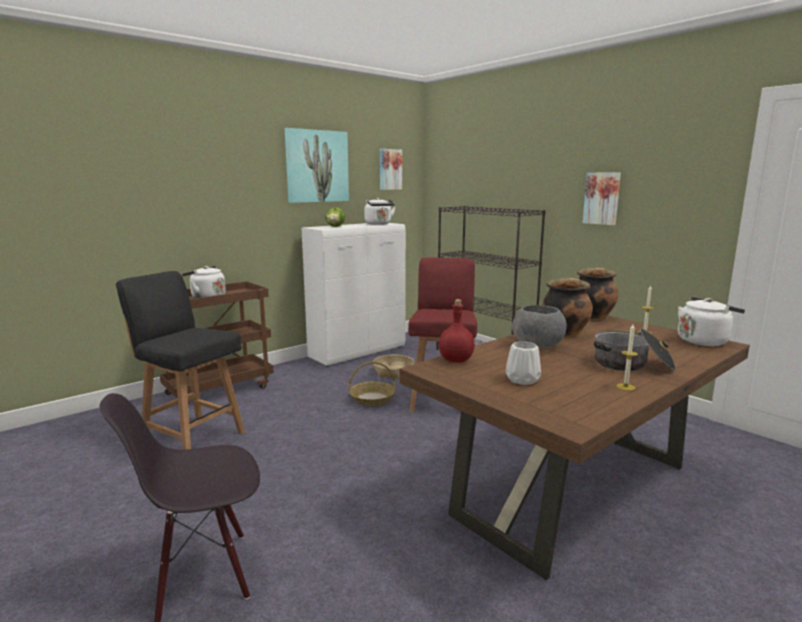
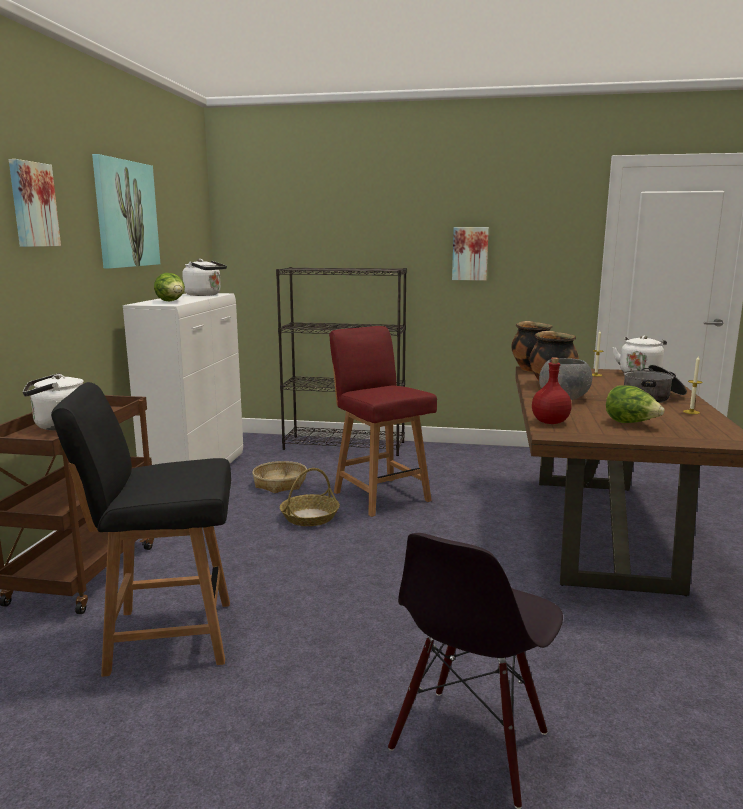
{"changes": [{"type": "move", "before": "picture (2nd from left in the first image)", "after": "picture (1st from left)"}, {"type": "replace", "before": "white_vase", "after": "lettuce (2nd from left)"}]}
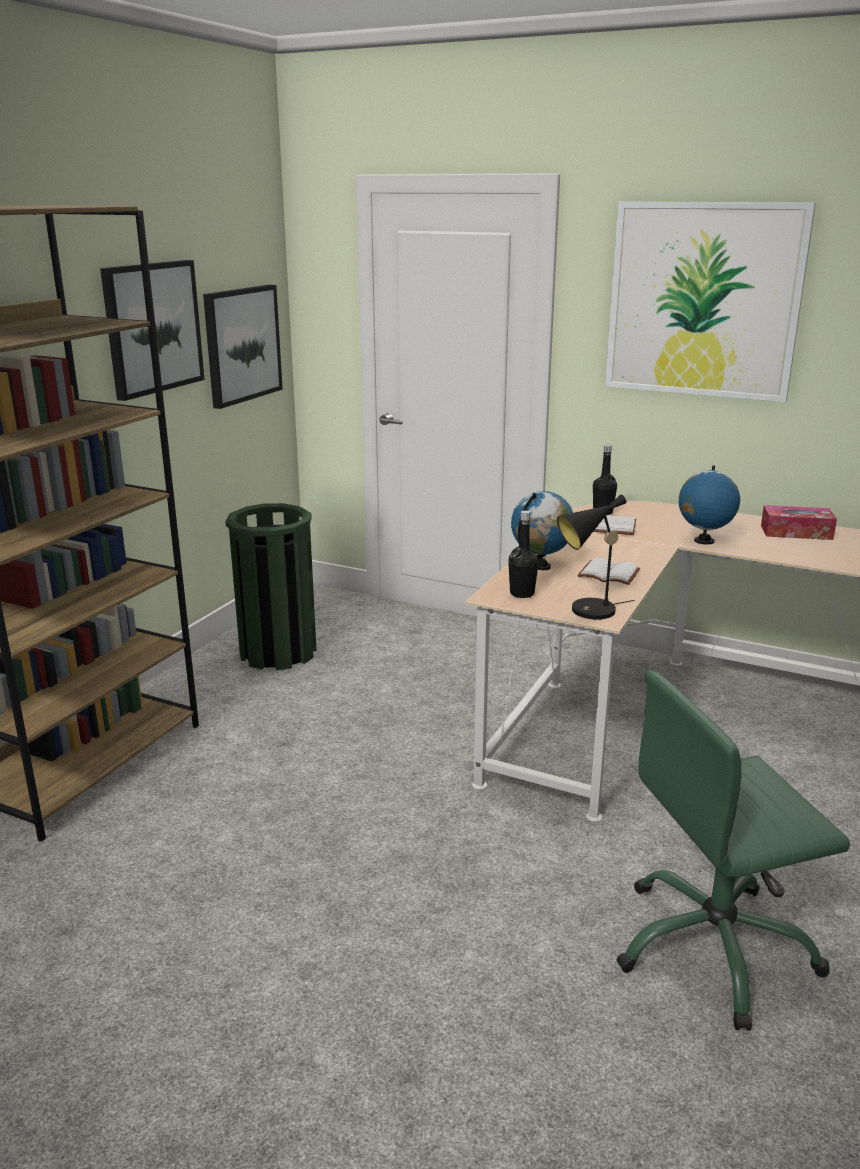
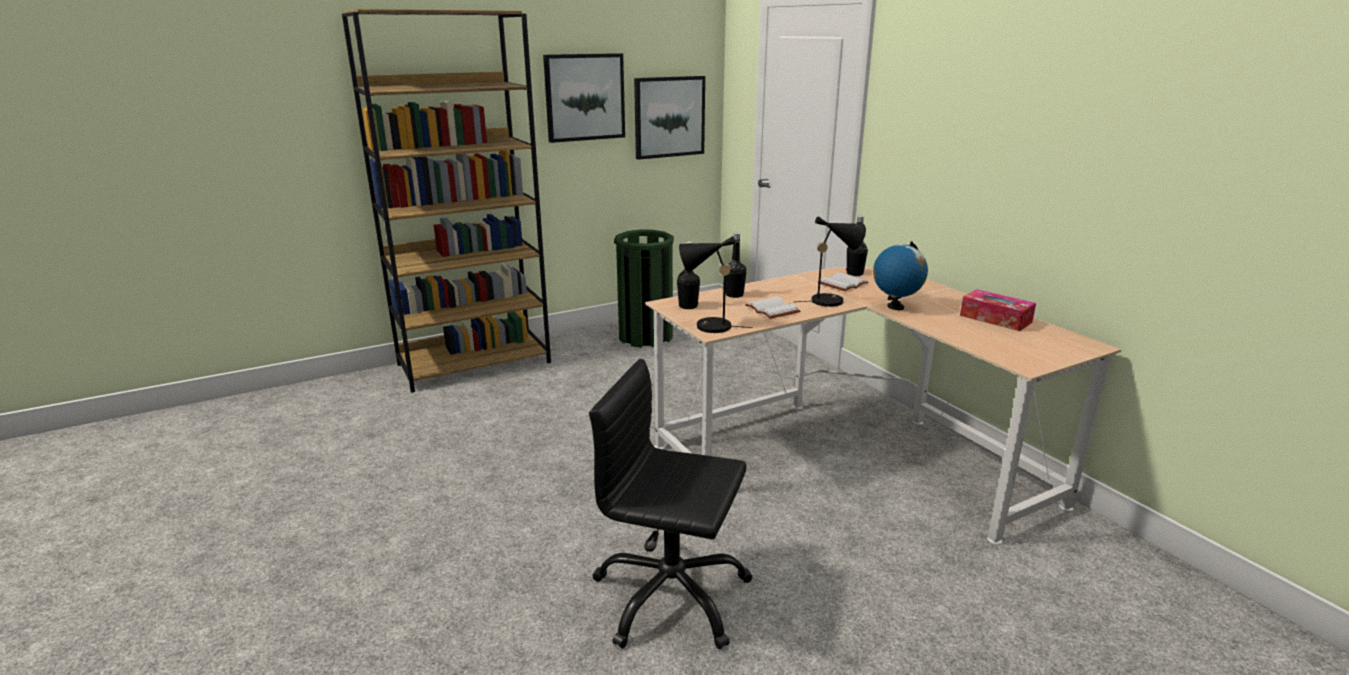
{"changes": [{"type": "replace", "before": "globe (1st from left)", "after": "black_bottle (2nd from left)"}, {"type": "delete", "before": "picture (3rd from left)"}, {"type": "recolor", "before": "green_office_chair", "after": "black_office_chair"}, {"type": "insert", "after": "black_table_lamp (2nd from left)"}]}
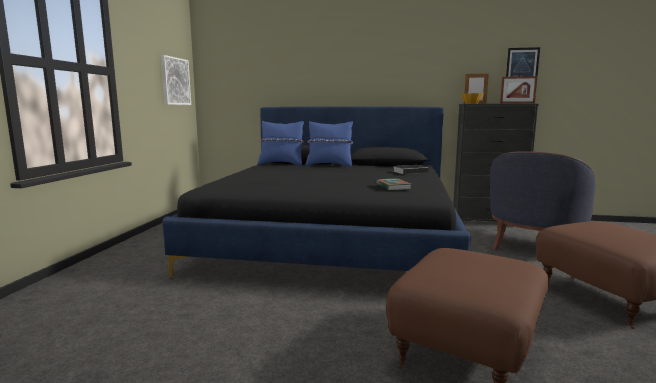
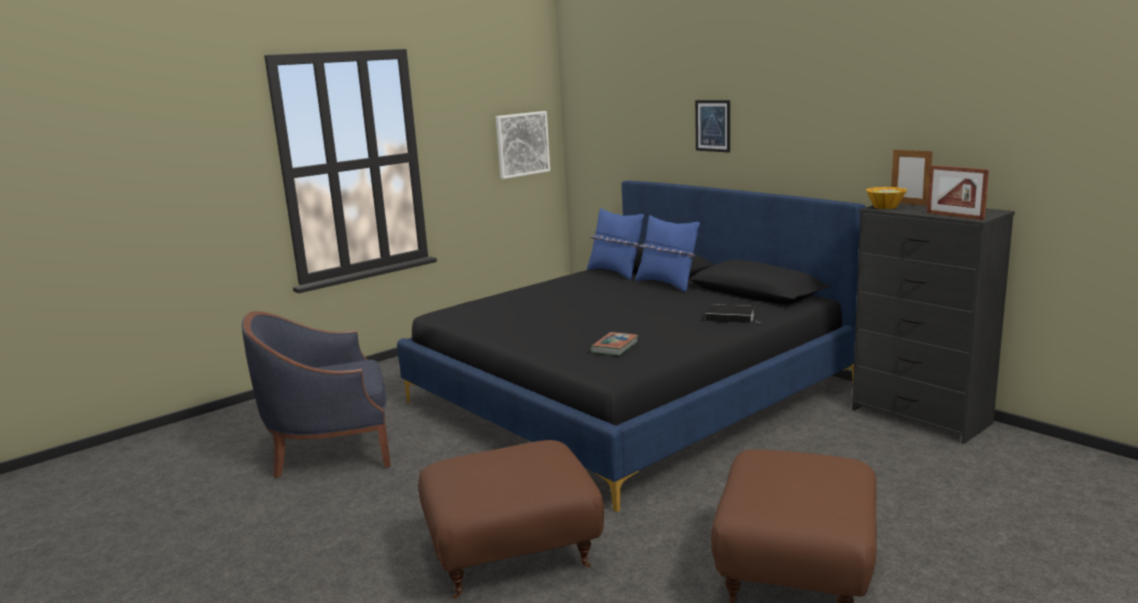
{"changes": [{"type": "move", "before": "blue_armchair"}, {"type": "move", "before": "picture (2nd from left)"}]}
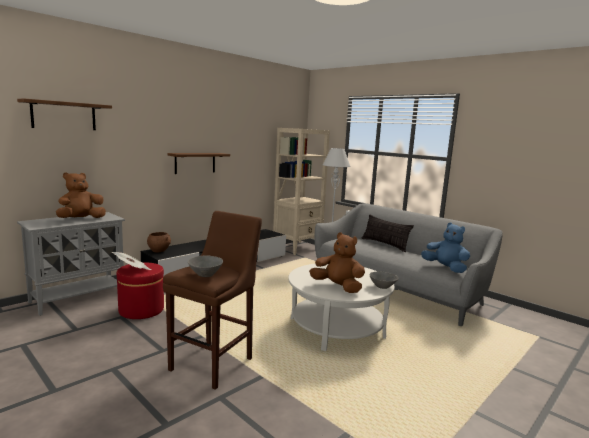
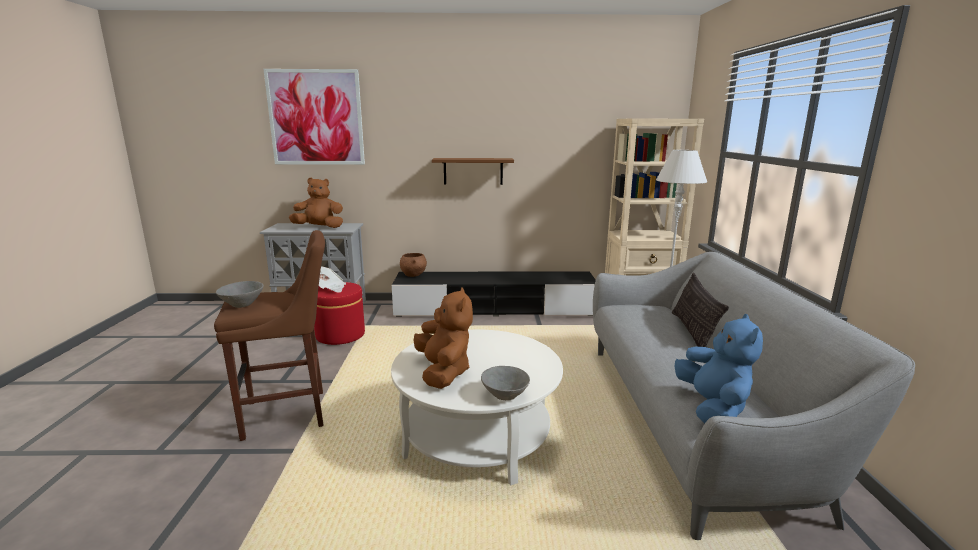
{"changes": [{"type": "replace", "before": "brown_shelf (1st from left)", "after": "picture"}]}
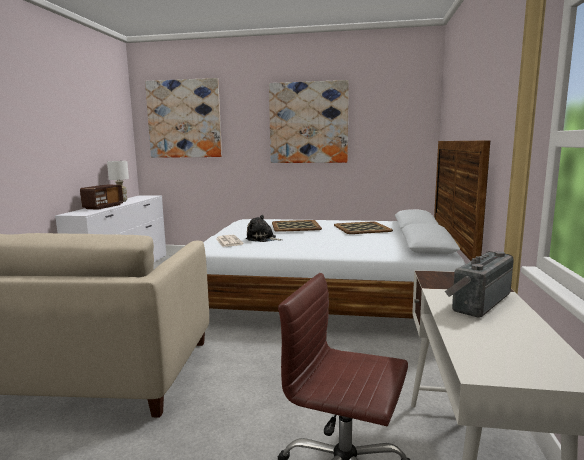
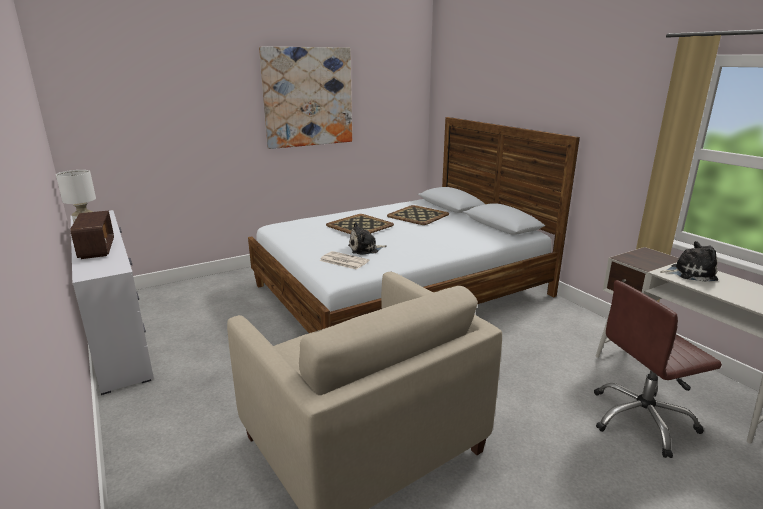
{"changes": [{"type": "delete", "before": "picture (1st from left)"}, {"type": "replace", "before": "radio (2nd from left)", "after": "plush_toy (2nd from left)"}]}
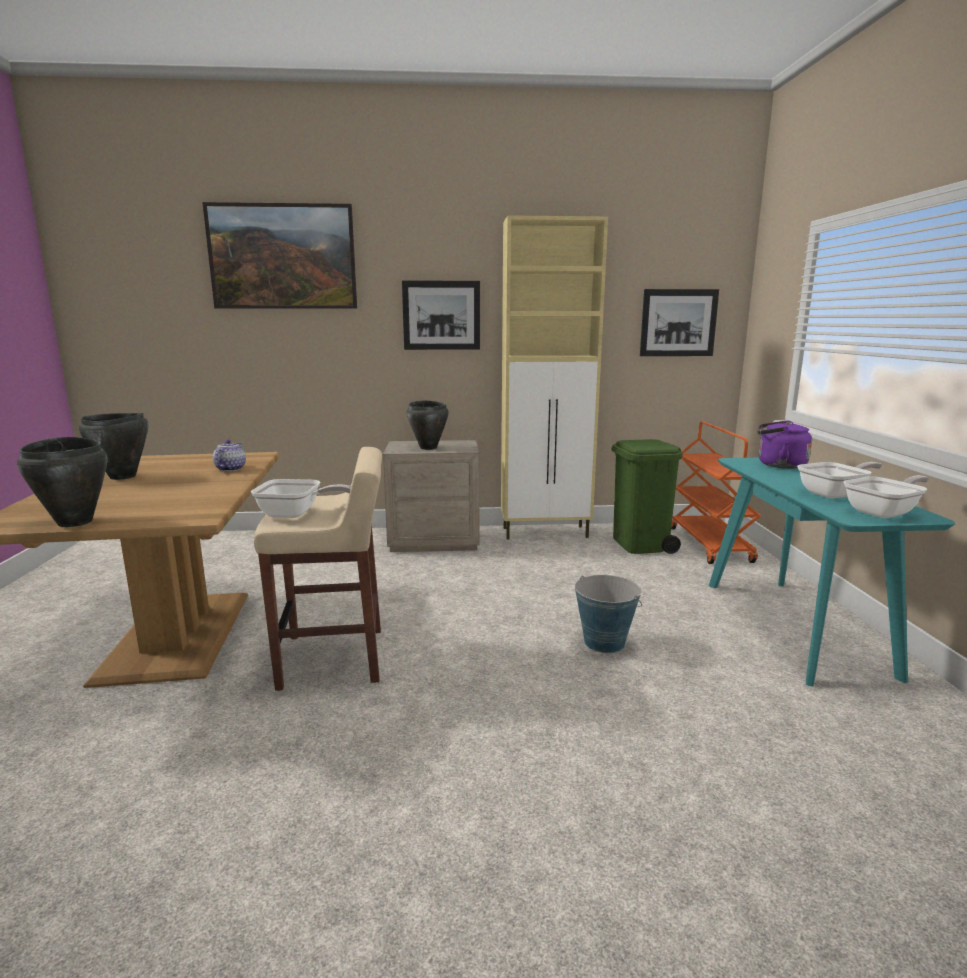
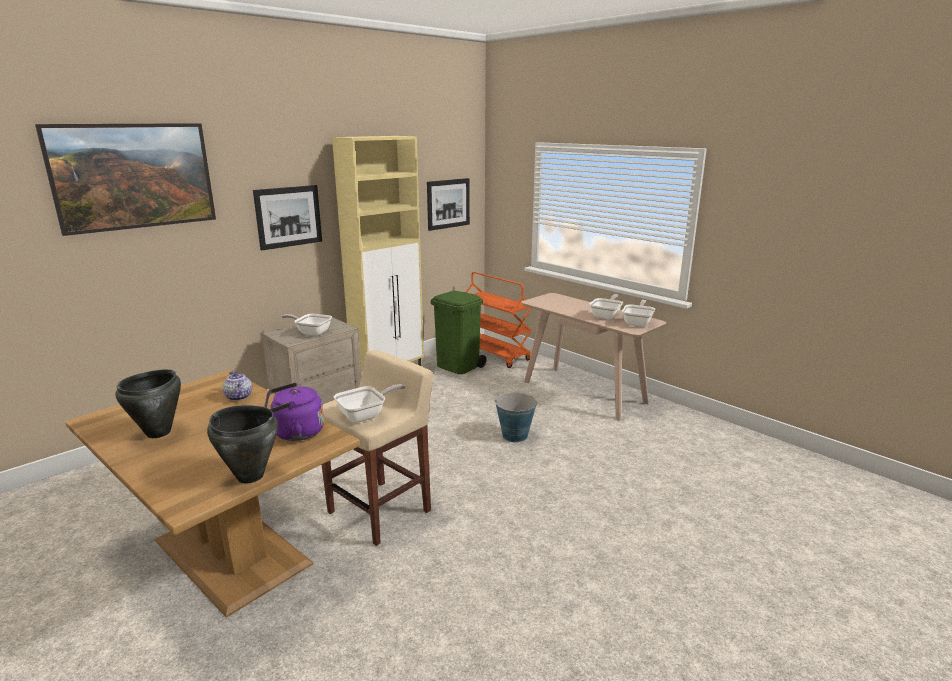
{"changes": [{"type": "replace", "before": "black_cooking_pot (3rd from left)", "after": "frying_pan (1st from left)"}, {"type": "recolor", "before": "turquoise_console_table", "after": "beige_console_table"}, {"type": "move", "before": "purple_kettle"}]}
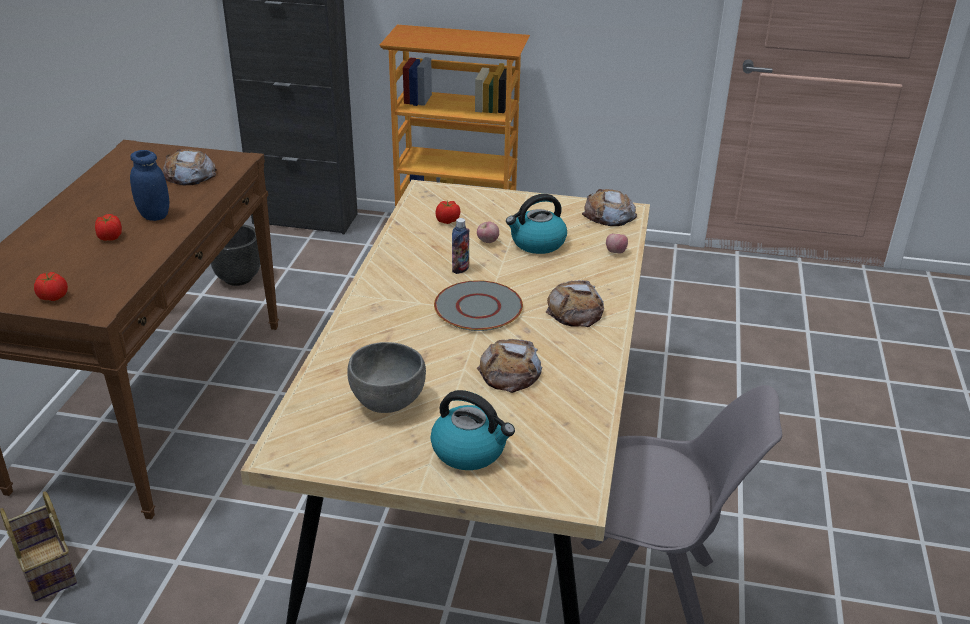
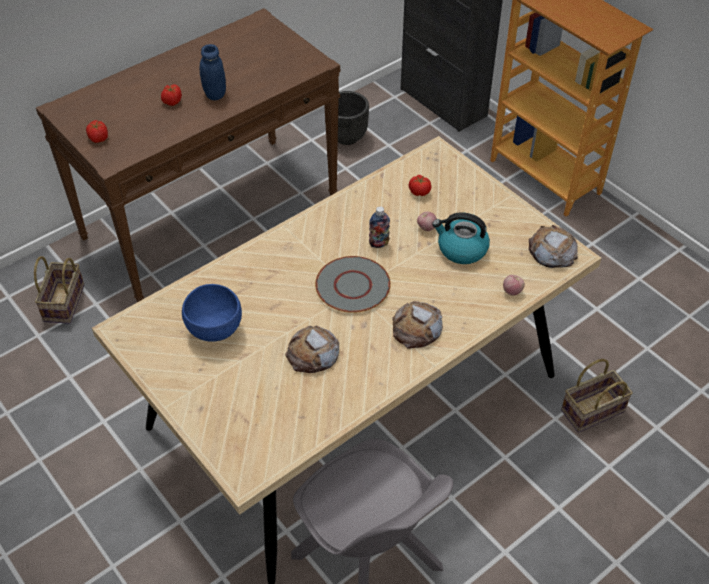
{"changes": [{"type": "delete", "before": "bread (1st from left)"}, {"type": "recolor", "before": "grey_bowl", "after": "blue_bowl"}, {"type": "delete", "before": "kettle (1st from left)"}, {"type": "insert", "after": "basket (2nd from left)"}]}
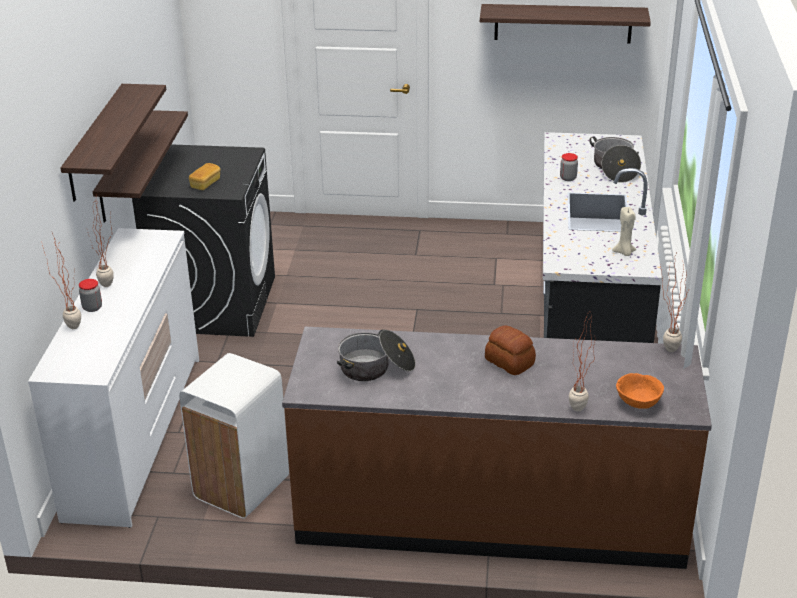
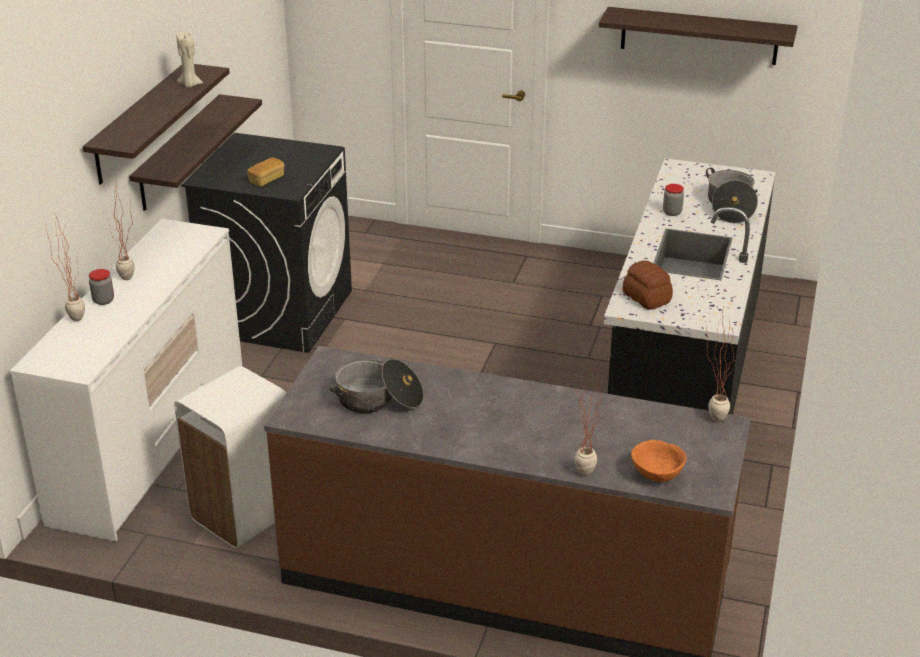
{"changes": [{"type": "move", "before": "bread (2nd from left)"}, {"type": "move", "before": "beige_candle"}]}
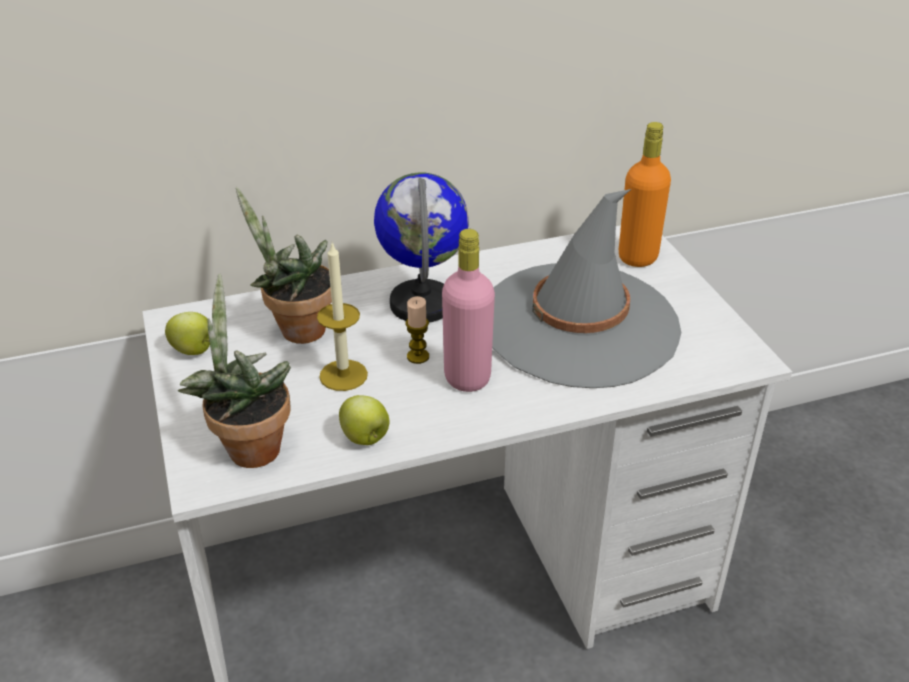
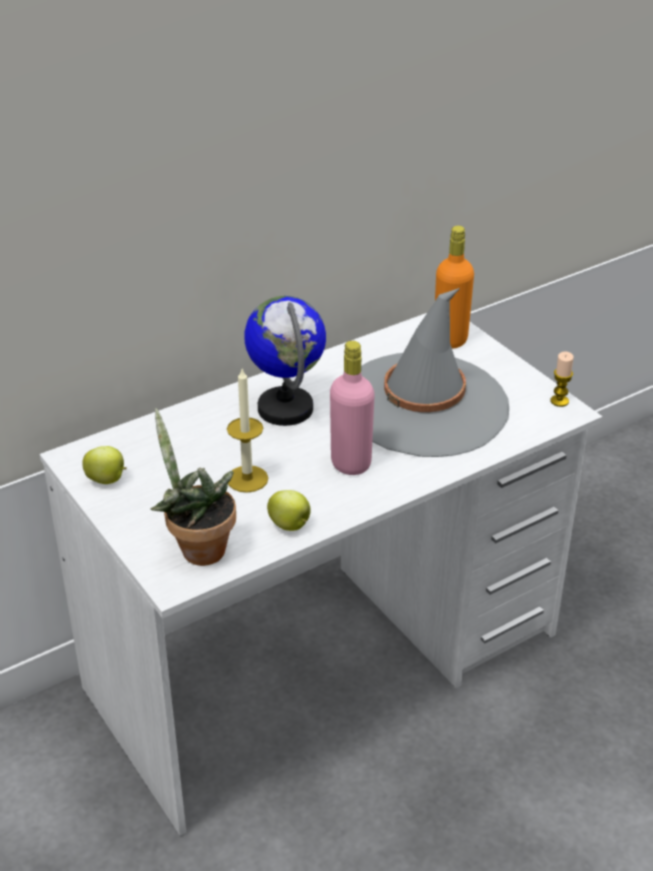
{"changes": [{"type": "delete", "before": "potted_plant (2nd from left)"}, {"type": "move", "before": "candle (2nd from left)"}]}
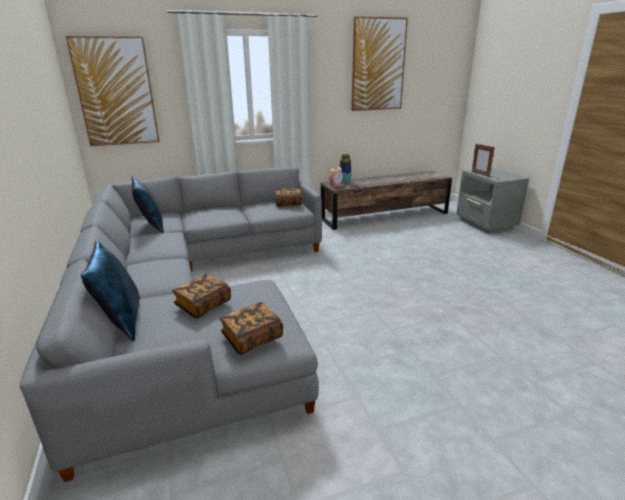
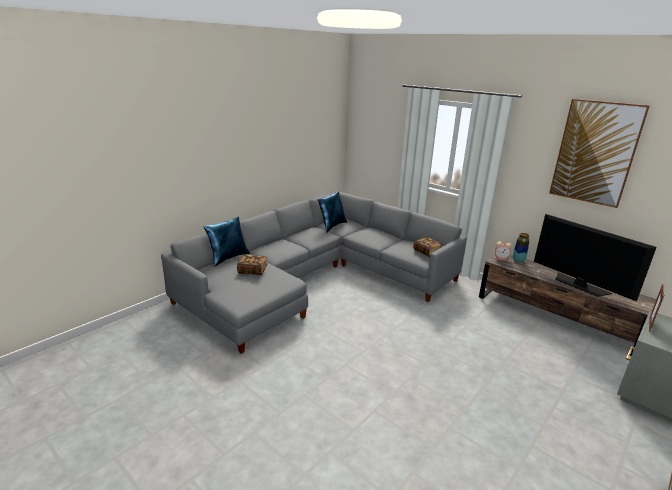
{"changes": [{"type": "delete", "before": "picture (1st from left)"}, {"type": "delete", "before": "book (2nd from left)"}, {"type": "insert", "after": "television"}]}
